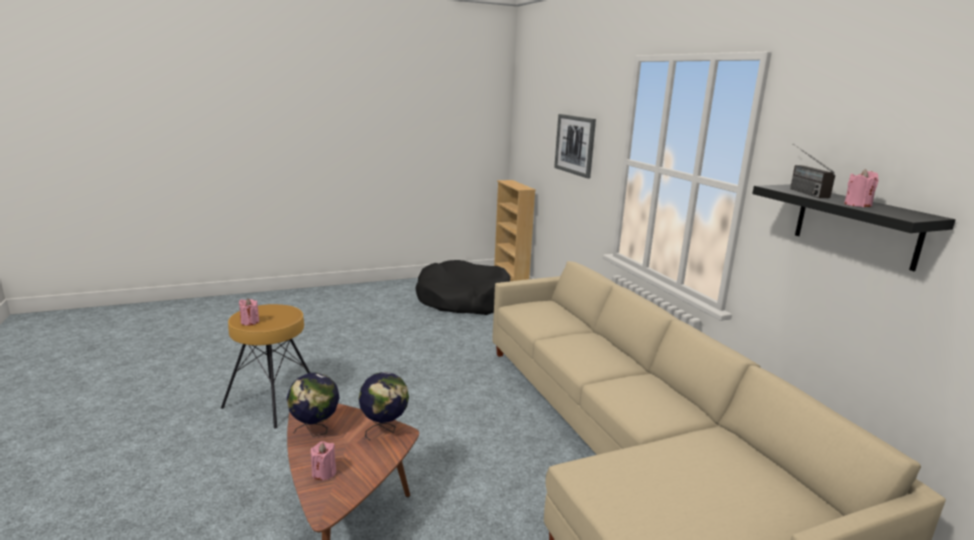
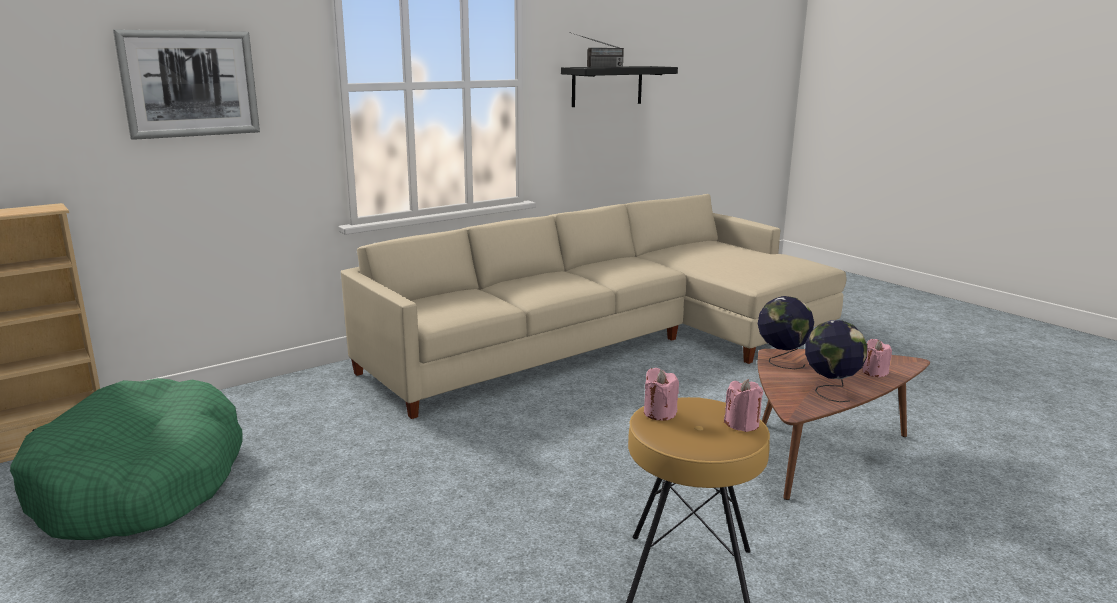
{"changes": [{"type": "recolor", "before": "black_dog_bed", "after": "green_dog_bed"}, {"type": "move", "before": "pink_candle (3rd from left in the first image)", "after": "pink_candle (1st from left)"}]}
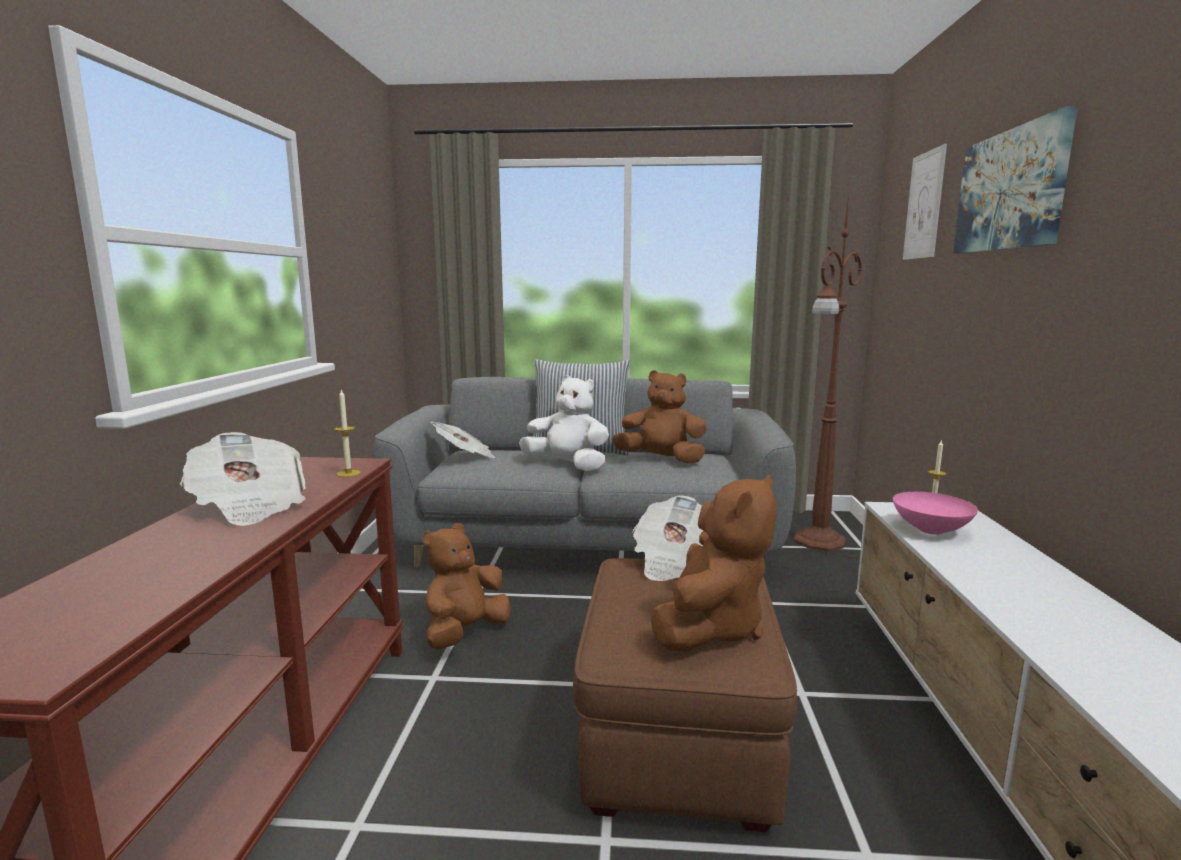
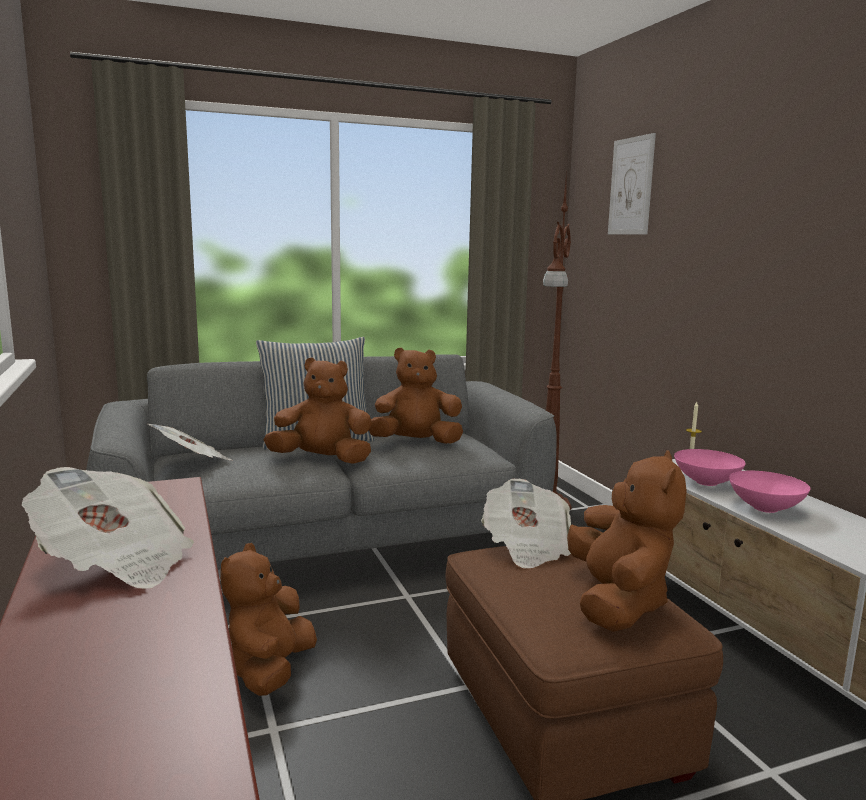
{"changes": [{"type": "delete", "before": "candle (1st from left)"}, {"type": "recolor", "before": "white_plush_toy", "after": "brown_plush_toy (2nd from left)"}, {"type": "delete", "before": "picture (2nd from left)"}, {"type": "insert", "after": "pink_bowl (2nd from left)"}]}
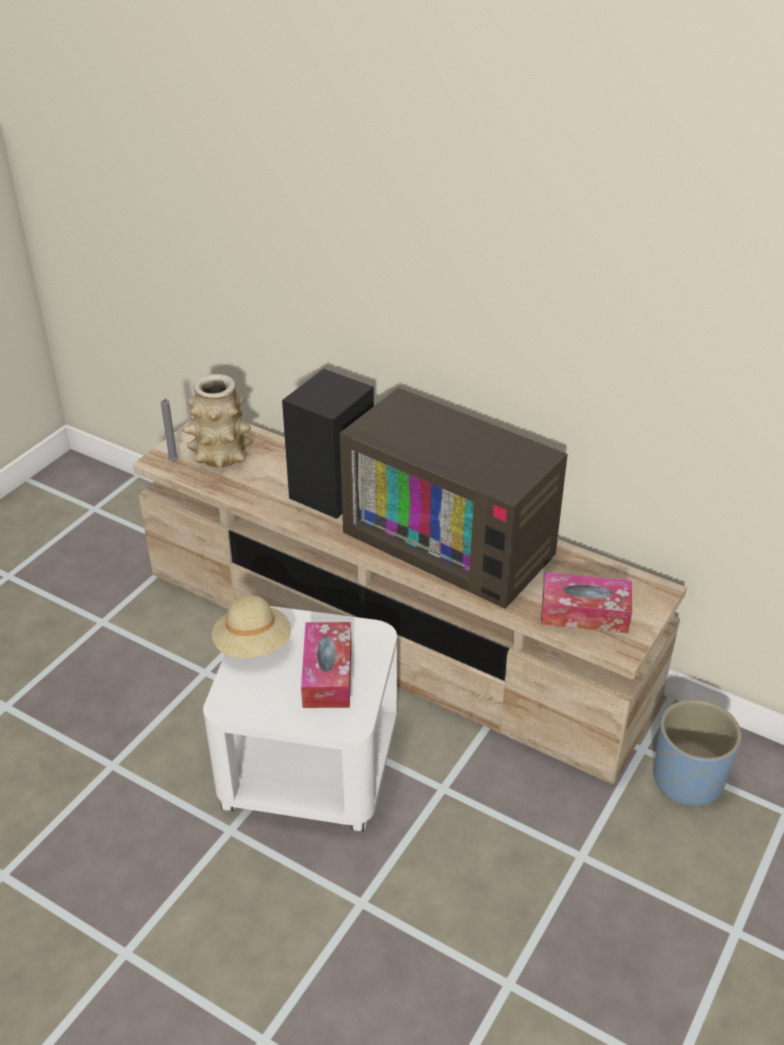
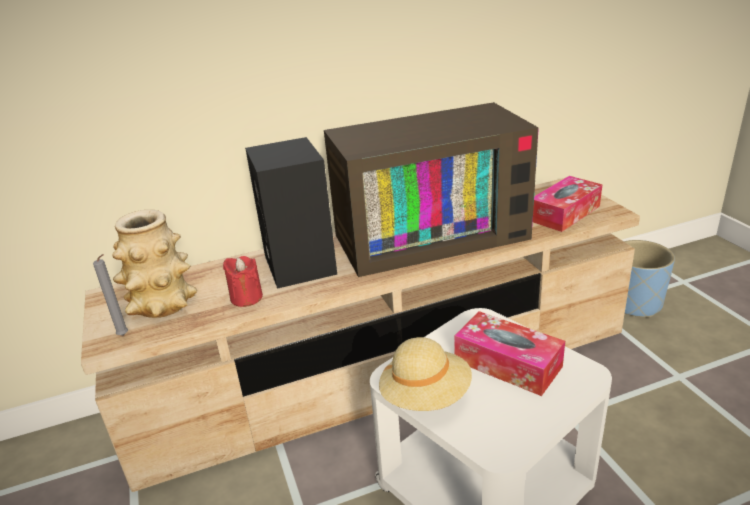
{"changes": [{"type": "insert", "after": "red_candle"}]}
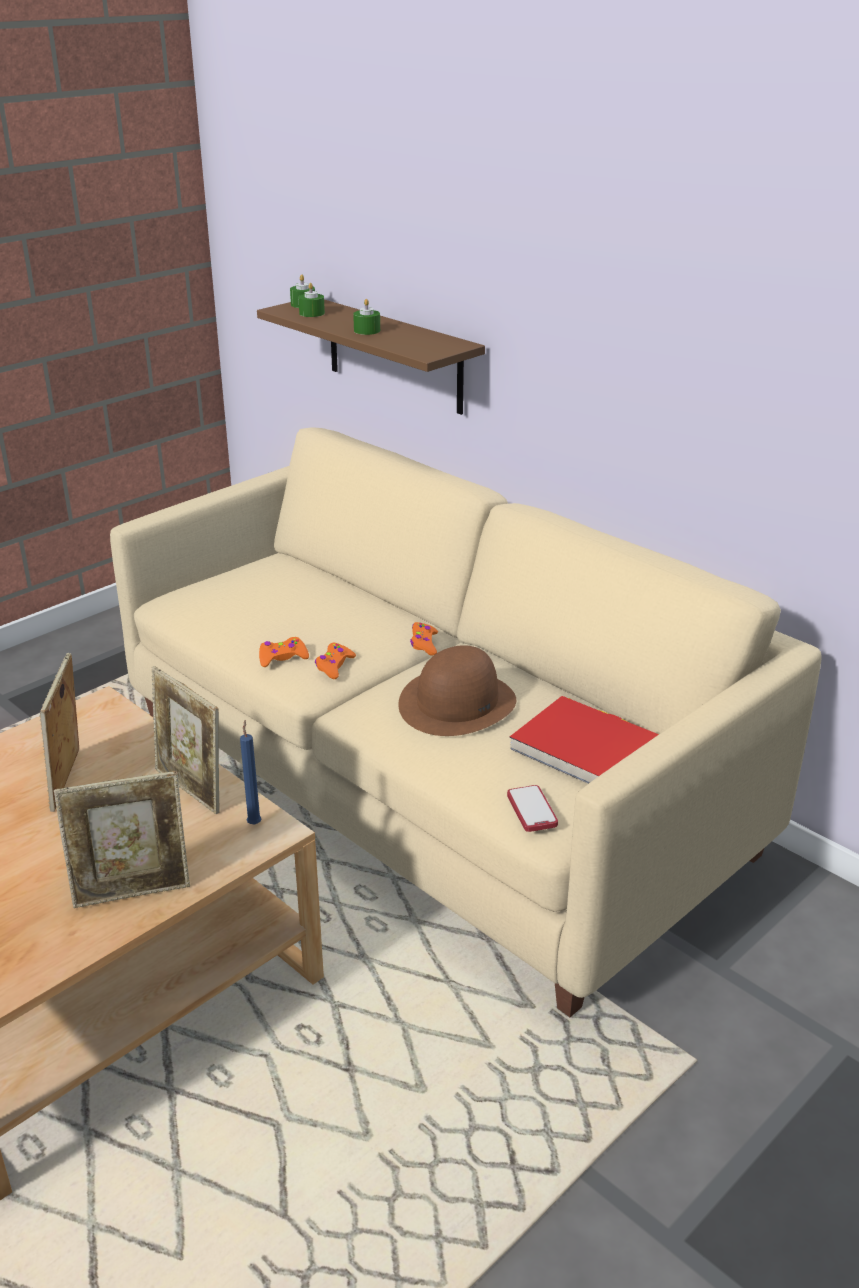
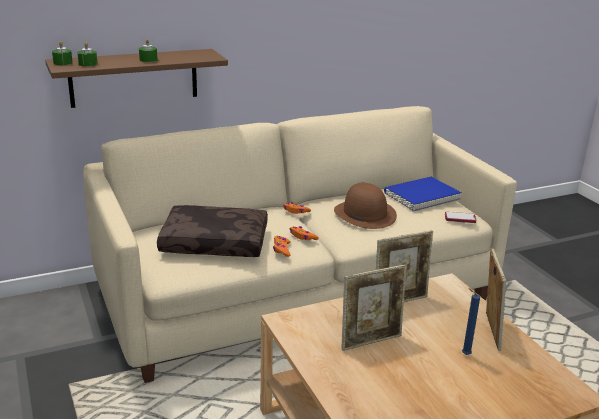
{"changes": [{"type": "rotate", "before": "picture_frame (1st from left)", "turn": -45}, {"type": "move", "before": "blue_candle"}, {"type": "recolor", "before": "red_book", "after": "blue_book"}, {"type": "insert", "after": "brown_pillow"}]}
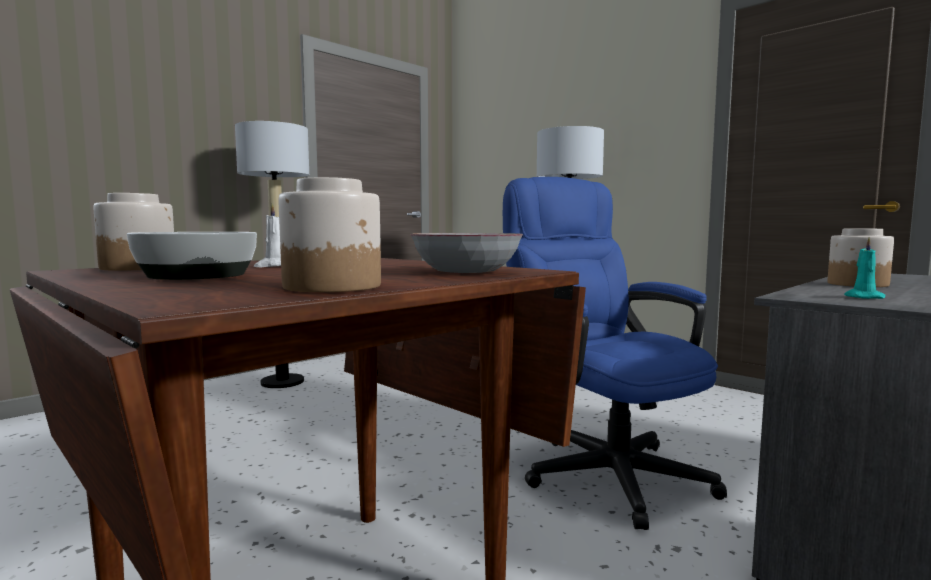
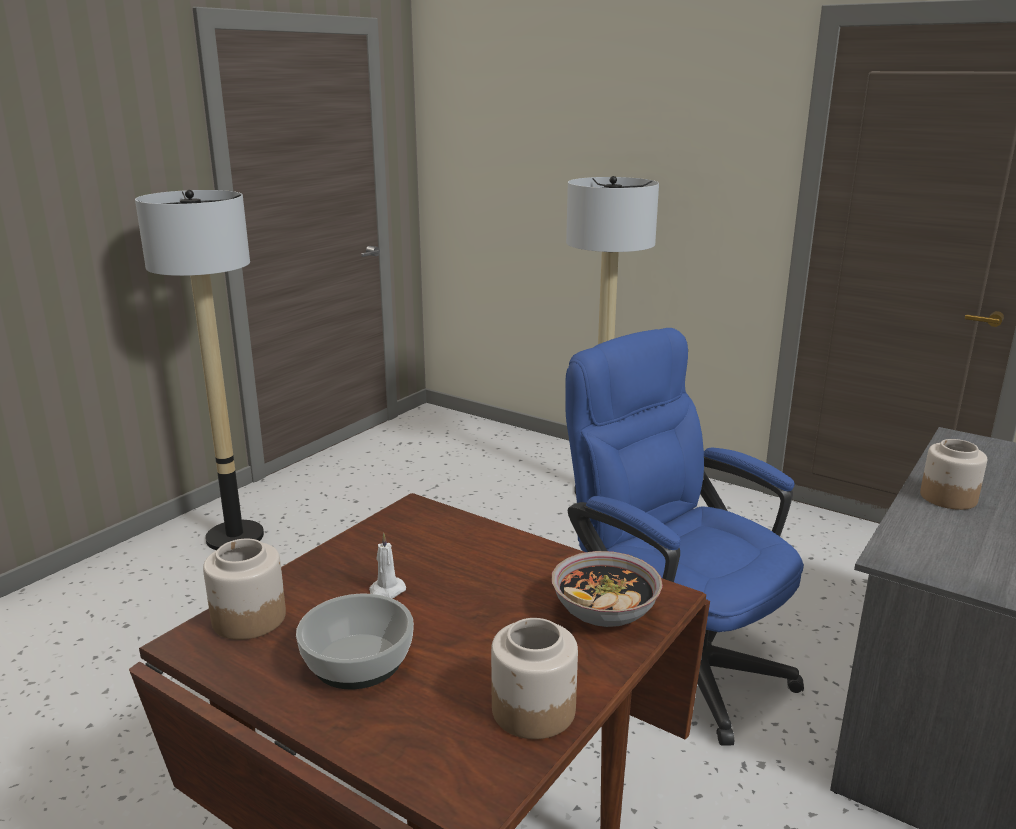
{"changes": [{"type": "delete", "before": "turquoise_candle"}]}
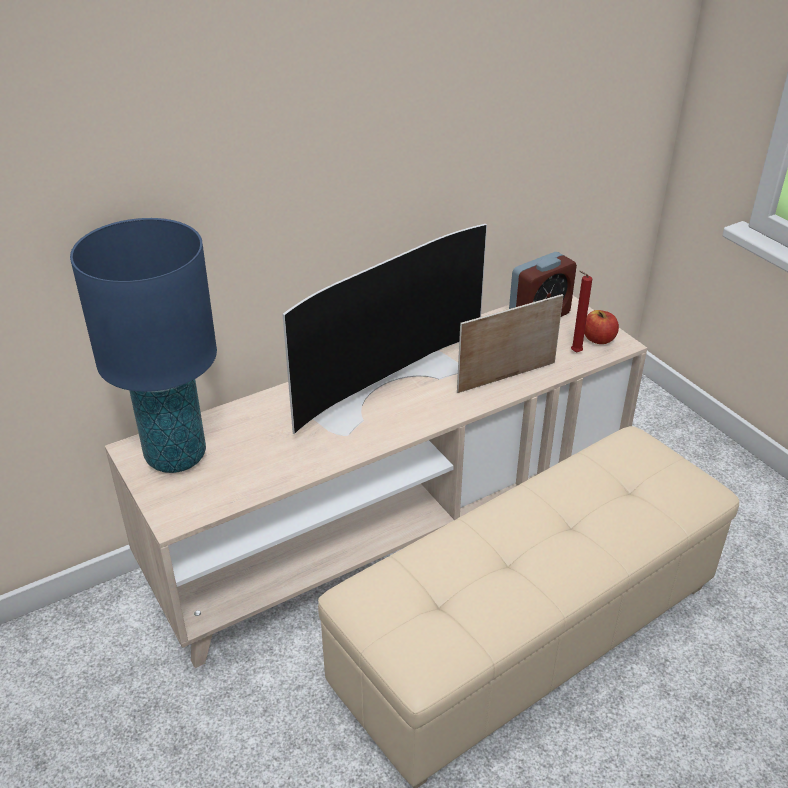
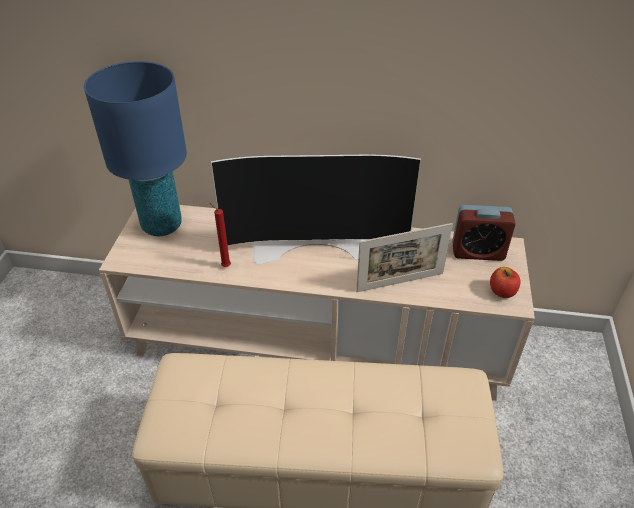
{"changes": [{"type": "rotate", "before": "picture_frame", "turn": 150}, {"type": "move", "before": "red_candle"}]}
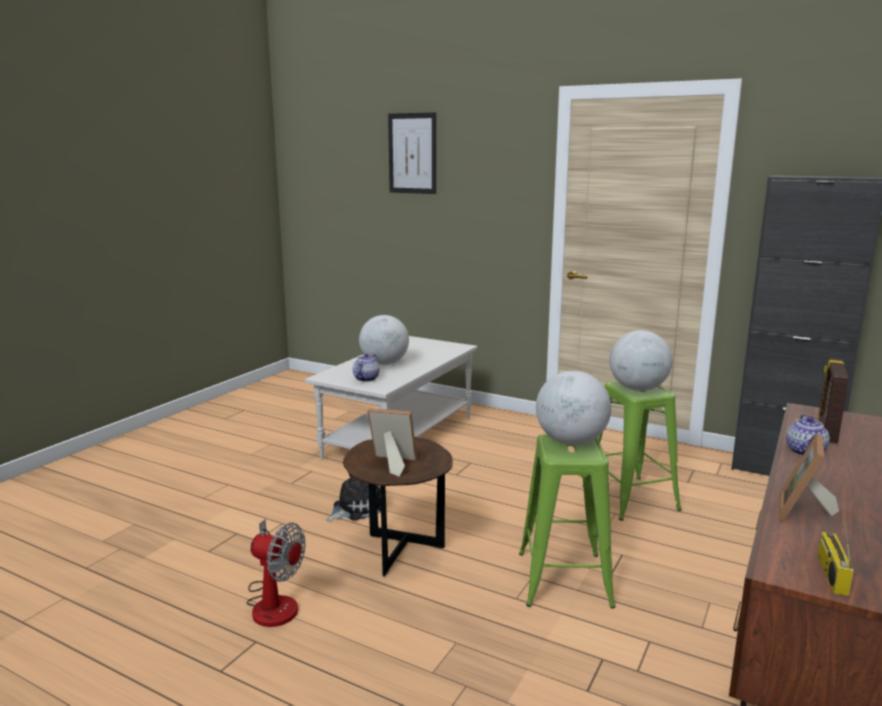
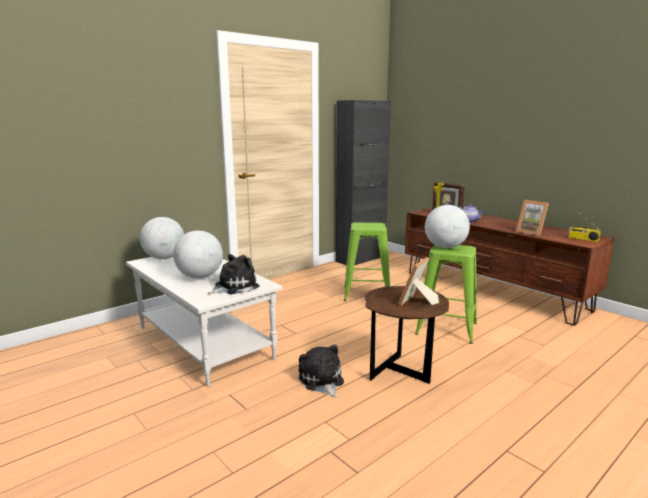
{"changes": [{"type": "delete", "before": "fan"}, {"type": "replace", "before": "teapot (1st from left)", "after": "plush_toy (1st from left)"}, {"type": "delete", "before": "picture"}, {"type": "move", "before": "globe (3rd from left in the first image)", "after": "globe (1st from left)"}]}
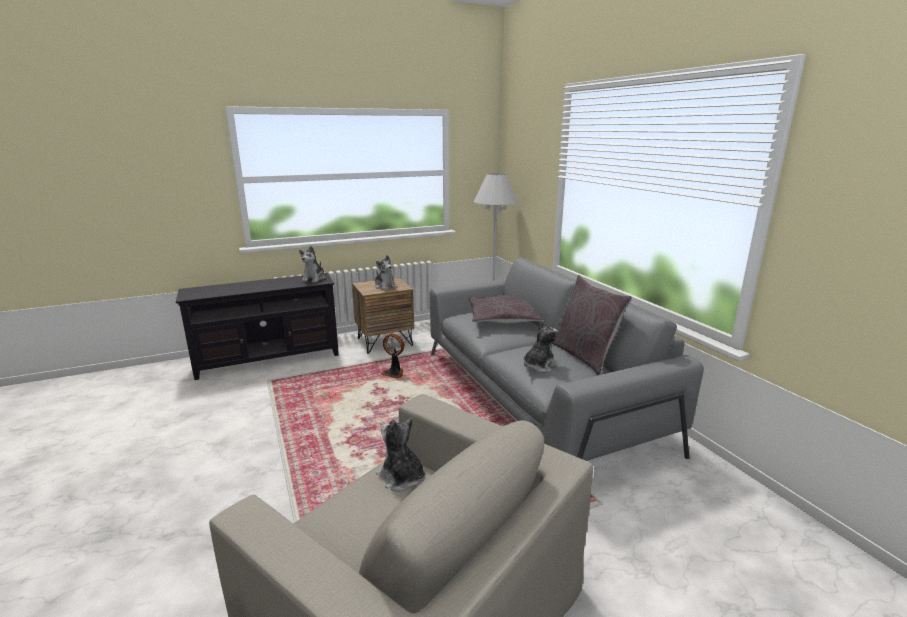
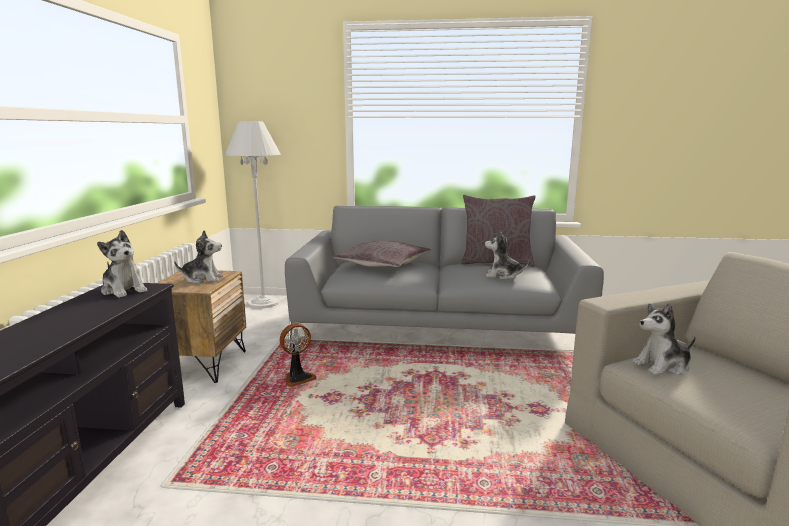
{"changes": [{"type": "rotate", "before": "plush_toy (4th from left in the first image)", "turn": -60}]}
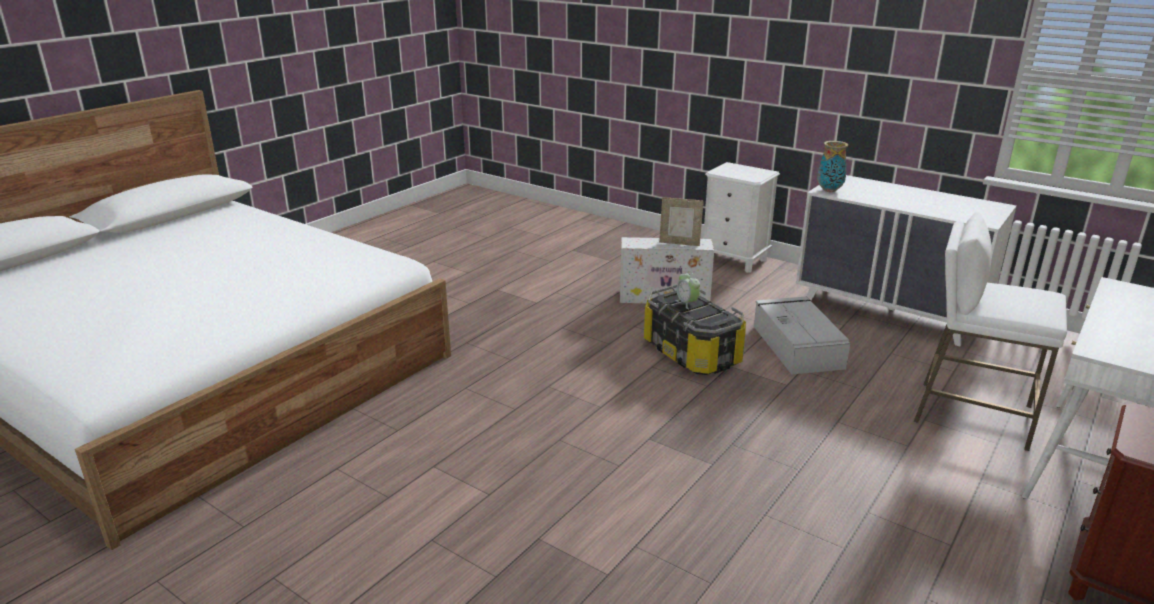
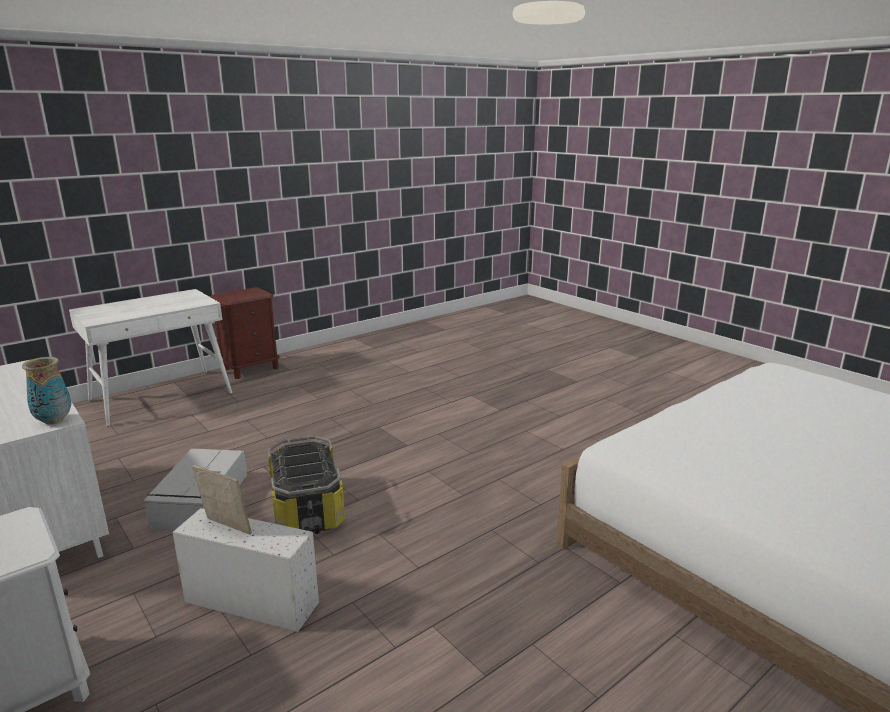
{"changes": [{"type": "delete", "before": "alarm_clock"}, {"type": "delete", "before": "white_stool"}]}
